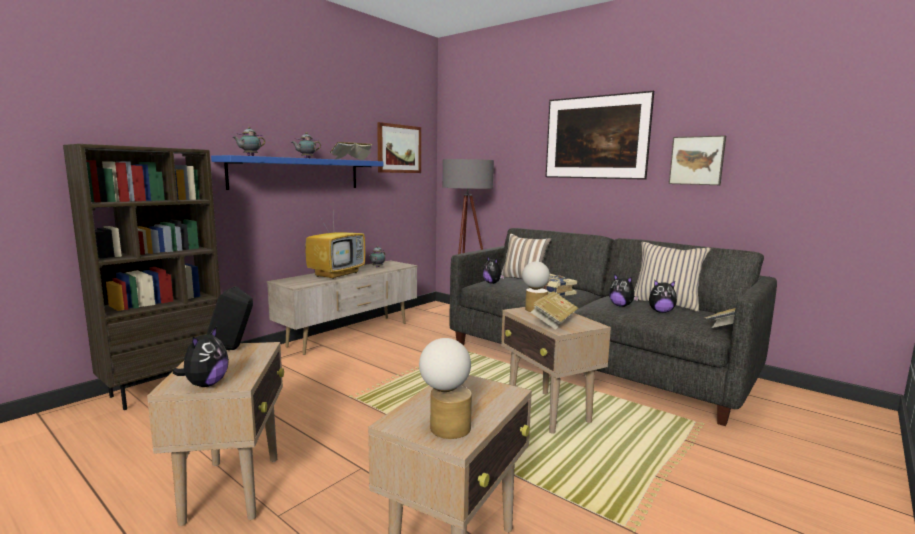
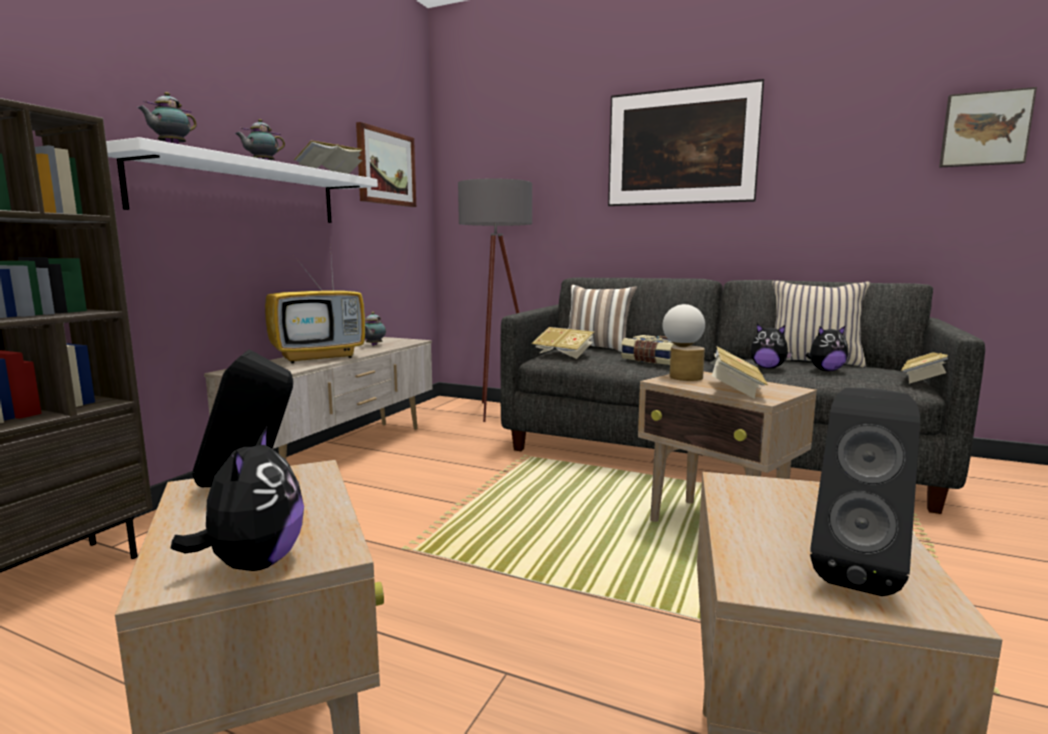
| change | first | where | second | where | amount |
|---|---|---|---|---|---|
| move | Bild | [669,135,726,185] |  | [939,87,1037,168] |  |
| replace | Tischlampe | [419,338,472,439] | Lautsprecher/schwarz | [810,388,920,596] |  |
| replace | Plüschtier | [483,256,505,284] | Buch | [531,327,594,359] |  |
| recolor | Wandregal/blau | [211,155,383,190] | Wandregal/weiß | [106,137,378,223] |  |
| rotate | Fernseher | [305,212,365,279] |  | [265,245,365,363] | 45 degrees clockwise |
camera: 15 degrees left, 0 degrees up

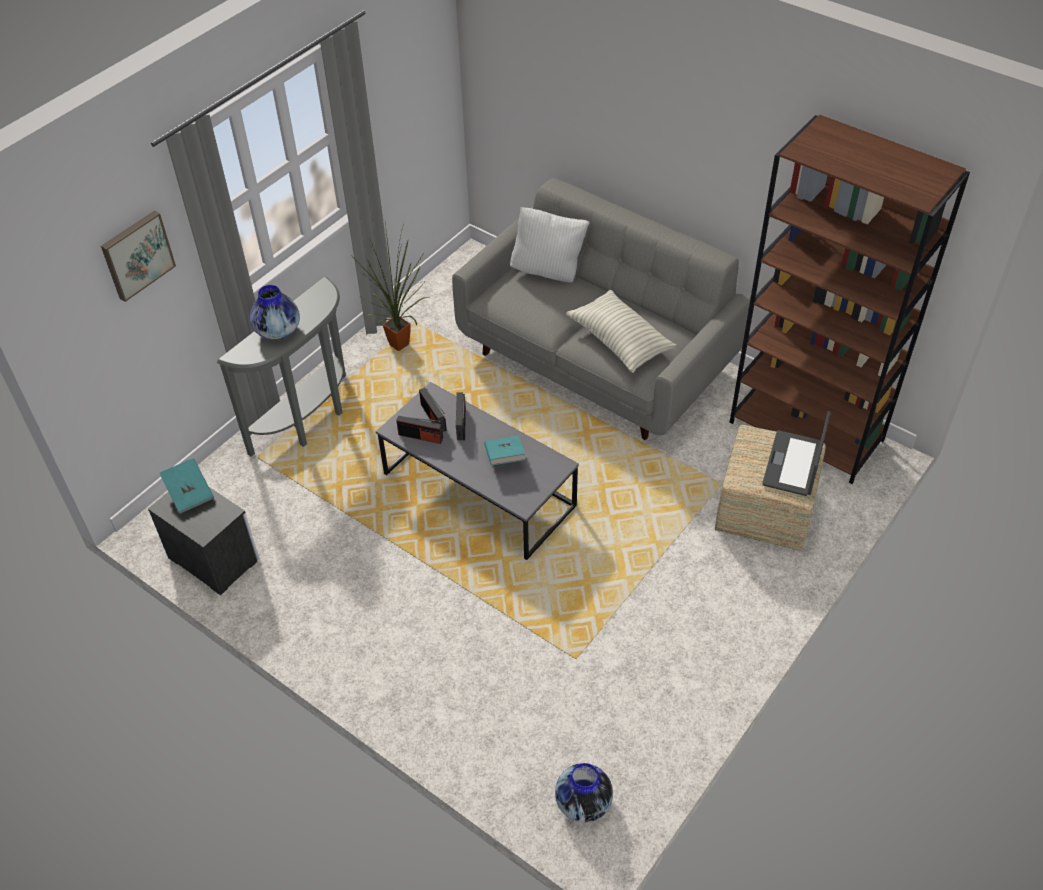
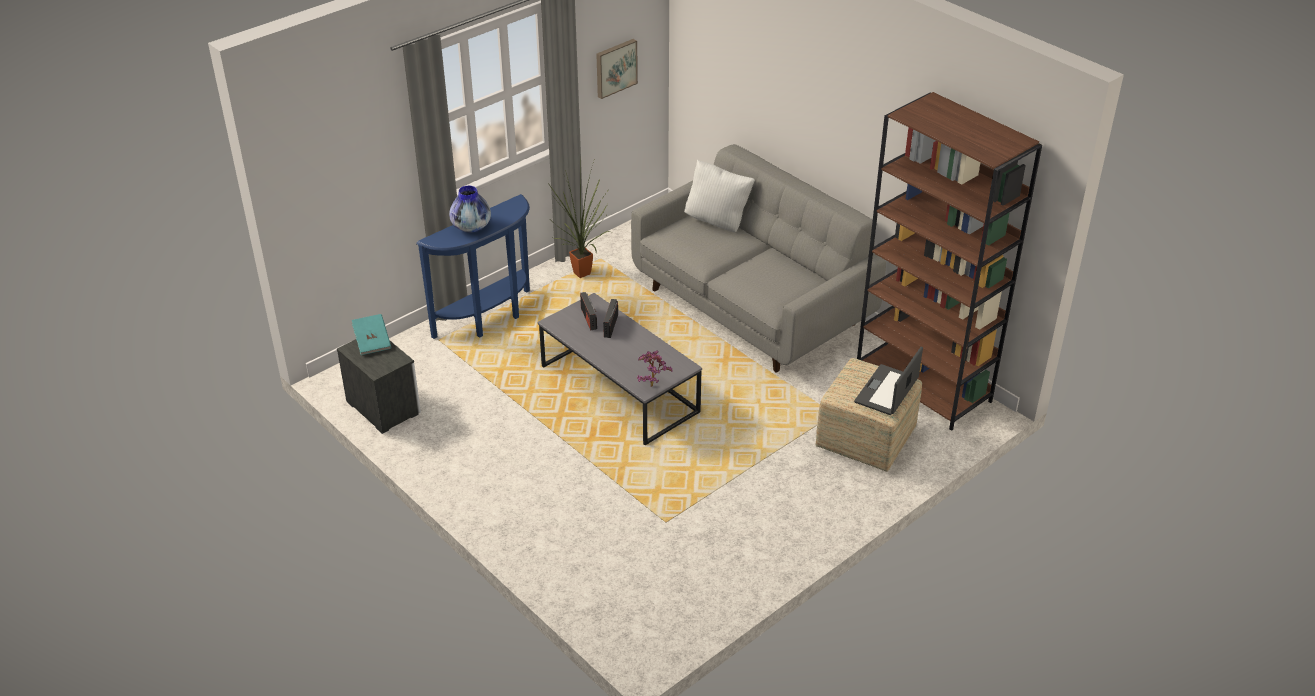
| change | first | where | second | where | amount |
|---|---|---|---|---|---|
| delete | Radio | [396,416,443,444] |  |  |  |
| delete | Buch/türkis | [484,436,526,465] |  |  |  |
| delete | Vase | [555,763,613,823] |  |  |  |
| delete | Kissen | [566,290,677,373] |  |  |  |
| insert |  |  | Topfpflanze | [637,350,673,387] |  |
| move | Bild | [101,211,176,302] |  | [596,39,638,99] |  |
| recolor | Konsolentisch/grau | [217,277,346,457] | Konsolentisch/blau | [416,194,530,339] |  |
camera: 10 degrees right, 10 degrees down

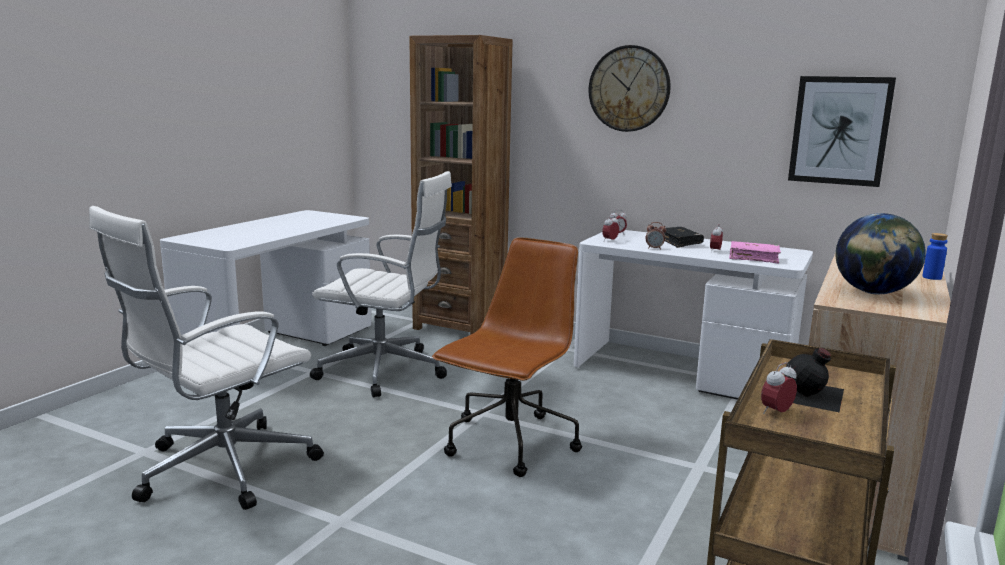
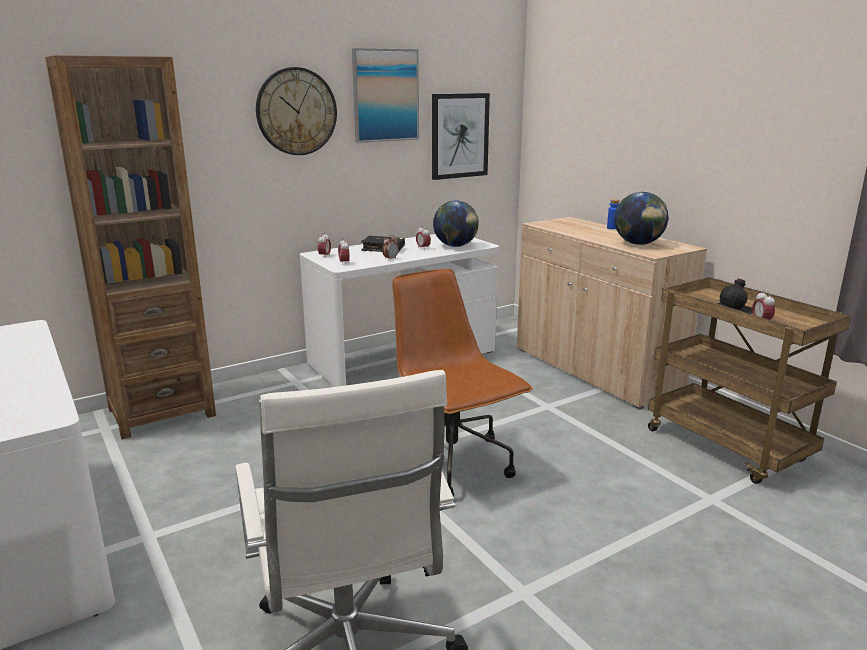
| change | first | where | second | where | amount |
|---|---|---|---|---|---|
| delete | Bürostuhl/weiß | [310,171,452,397] |  |  |  |
| insert |  |  | Bild | [352,48,419,143] |  |
| replace | Buch/rosa | [729,241,781,264] | Globus | [433,200,479,247] |  |
camera: 60 degrees left, 5 degrees up

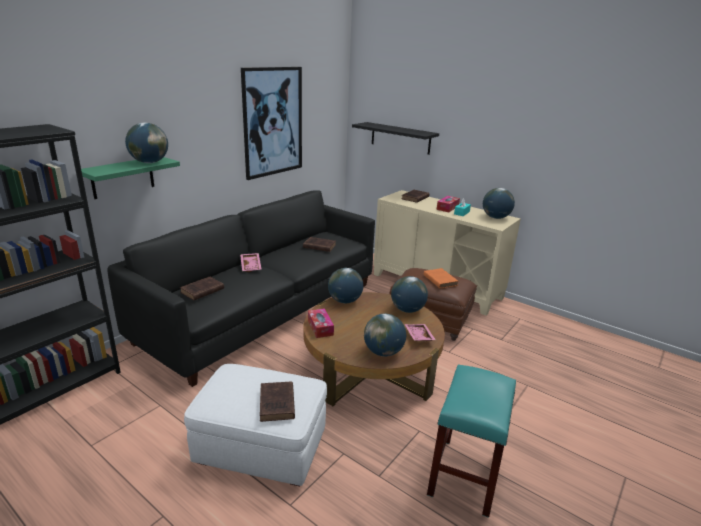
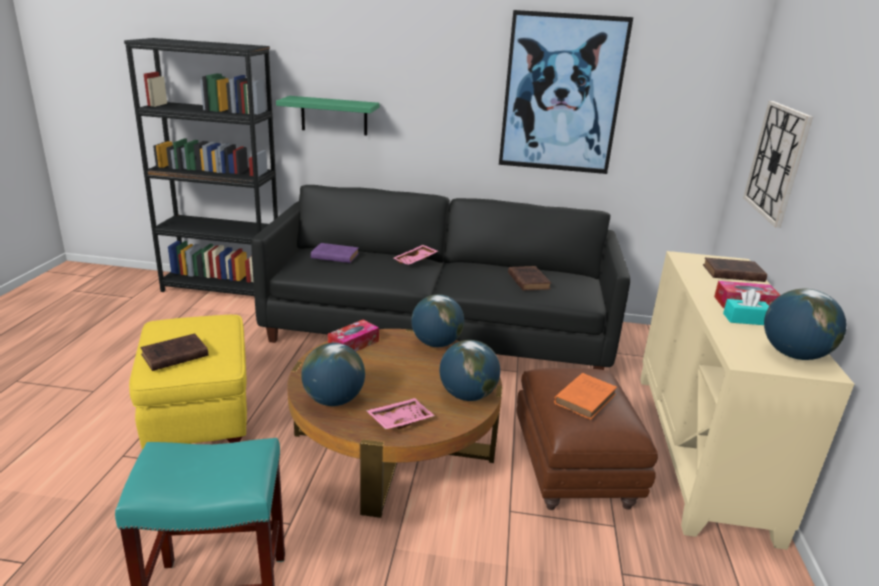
| change | first | where | second | where | amount |
|---|---|---|---|---|---|
| delete | Globus | [125,123,168,163] |  |  |  |
| replace | Wandregal/schwarz | [352,122,439,155] | Wanduhr | [743,101,813,228] |  |
| recolor | Buch/braun | [180,276,224,300] | Buch/lila | [311,243,359,263] |  |
| recolor | Polsterhocker/weiß | [184,364,327,486] | Polsterhocker/gelb | [129,315,247,450] |  |
camera: 60 degrees right, 0 degrees up

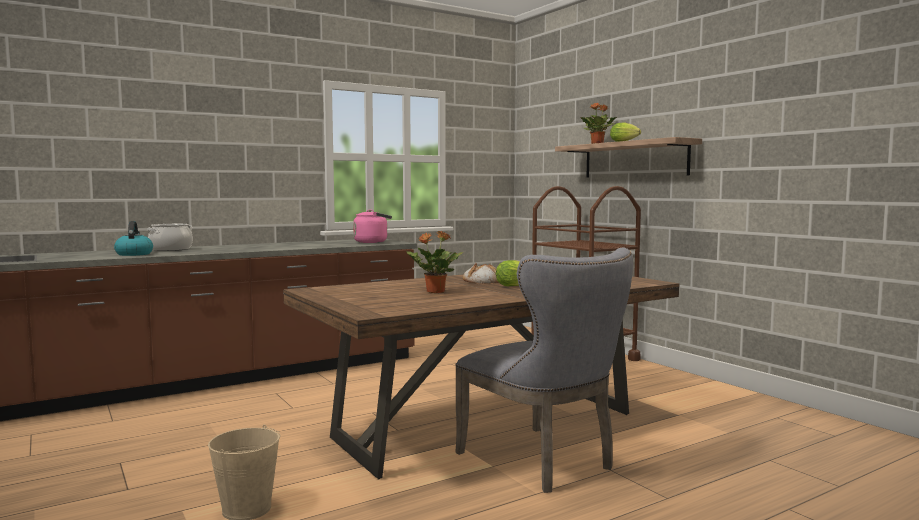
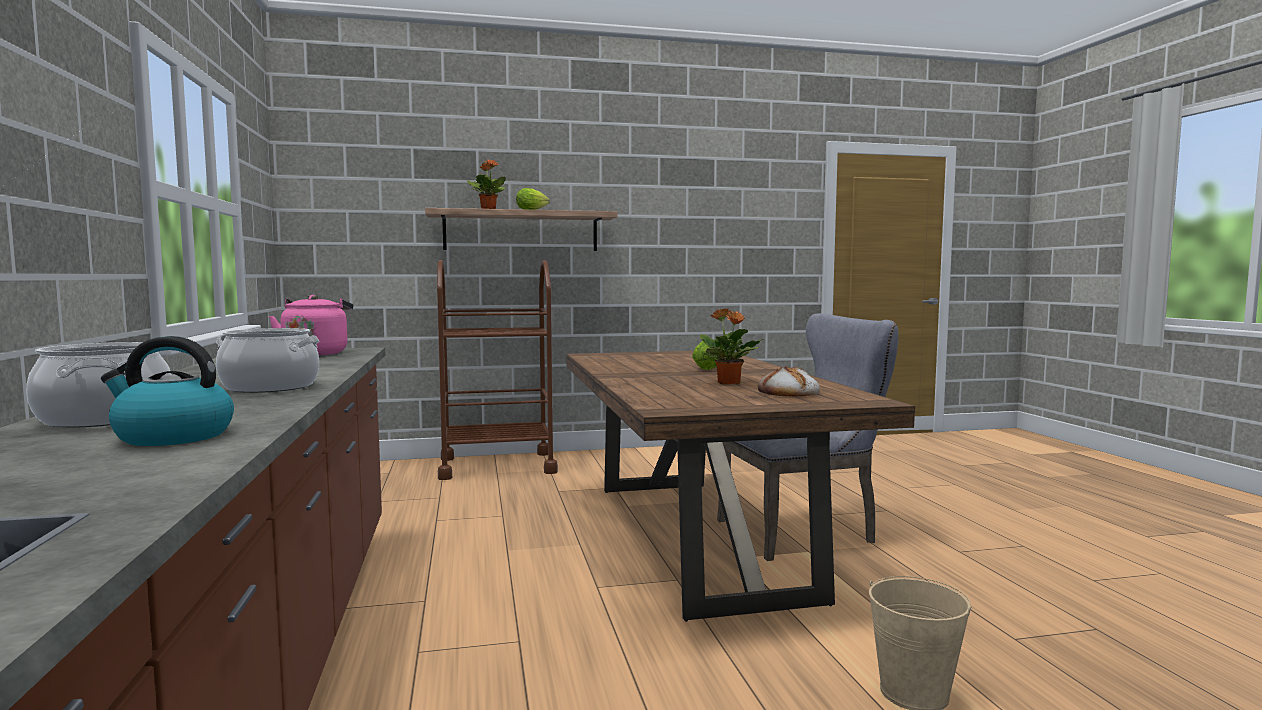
| change | first | where | second | where | amount |
|---|---|---|---|---|---|
| insert |  |  | Kochtopf | [216,328,319,393] |  |
| move | Brot | [463,263,499,284] |  | [758,367,820,397] |  |
camera: 70 degrees left, 0 degrees up

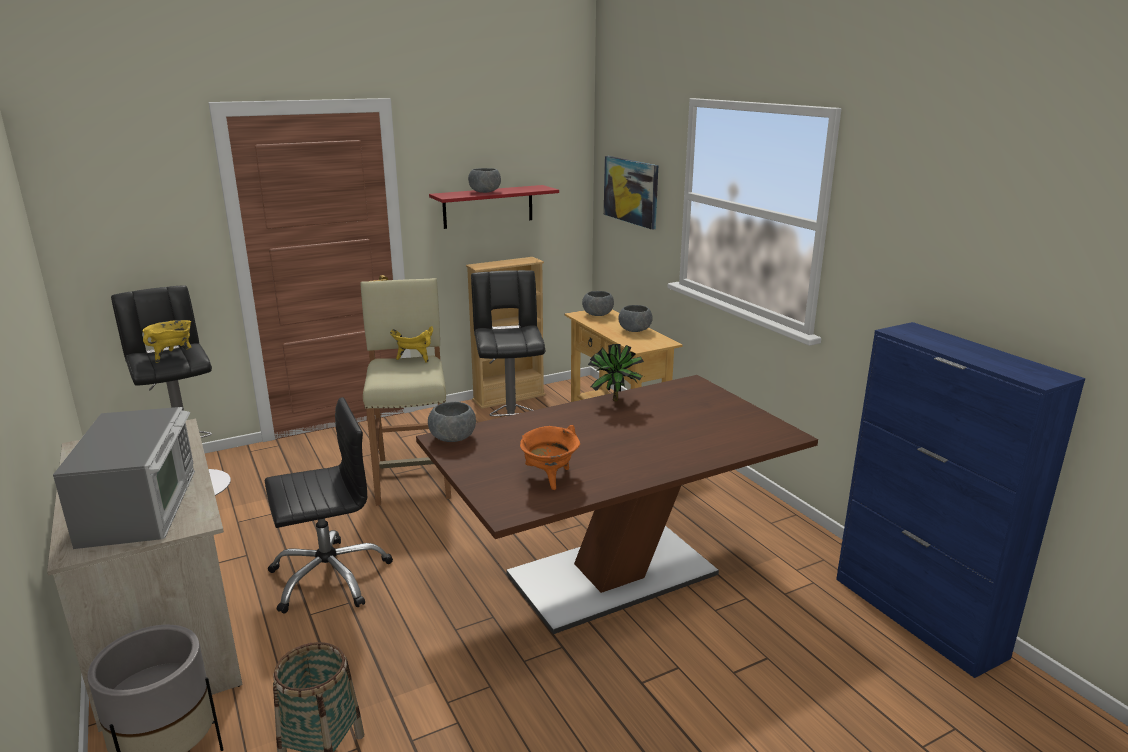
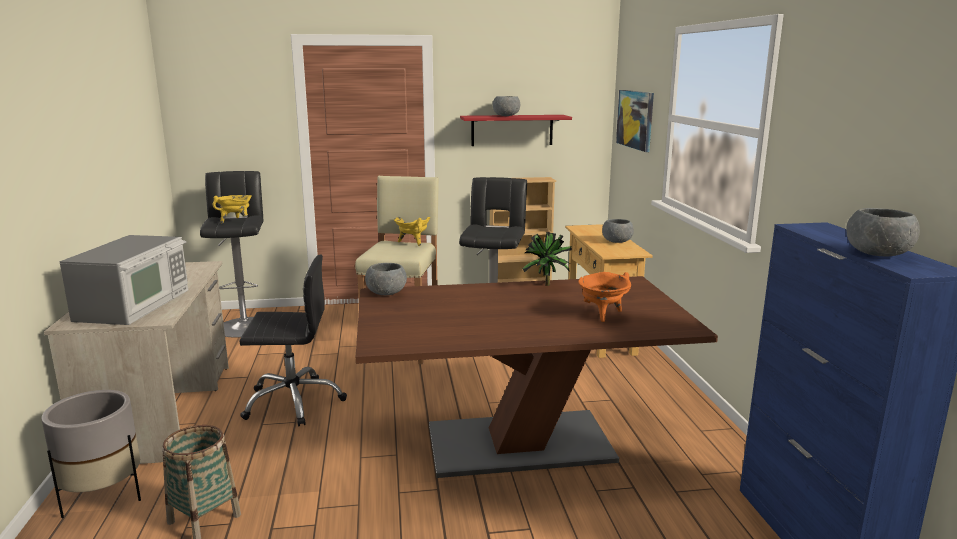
| change | first | where | second | where | amount |
|---|---|---|---|---|---|
| move | Kochtopf/orange | [520,425,580,490] |  | [578,272,631,322] |  |
| move | Schüssel/grau | [582,291,614,316] |  | [846,208,920,256] |  |
camera: 20 degrees right, 5 degrees down

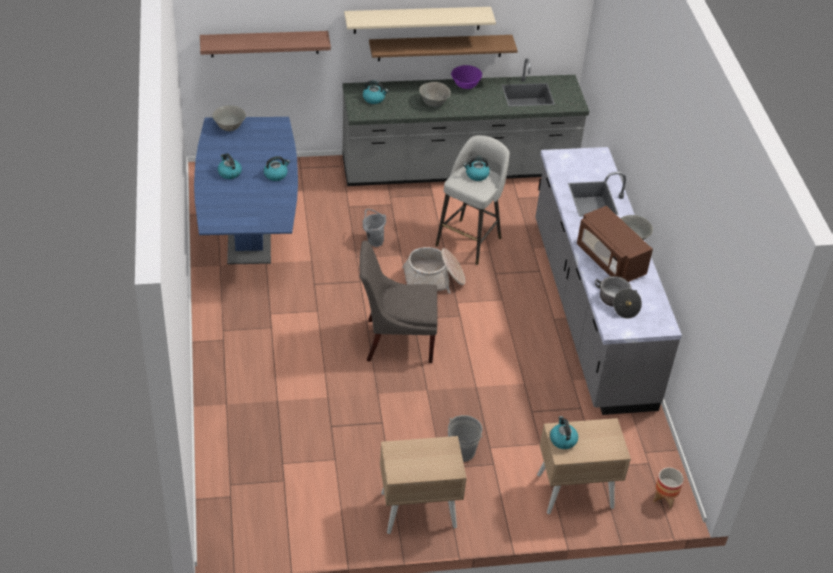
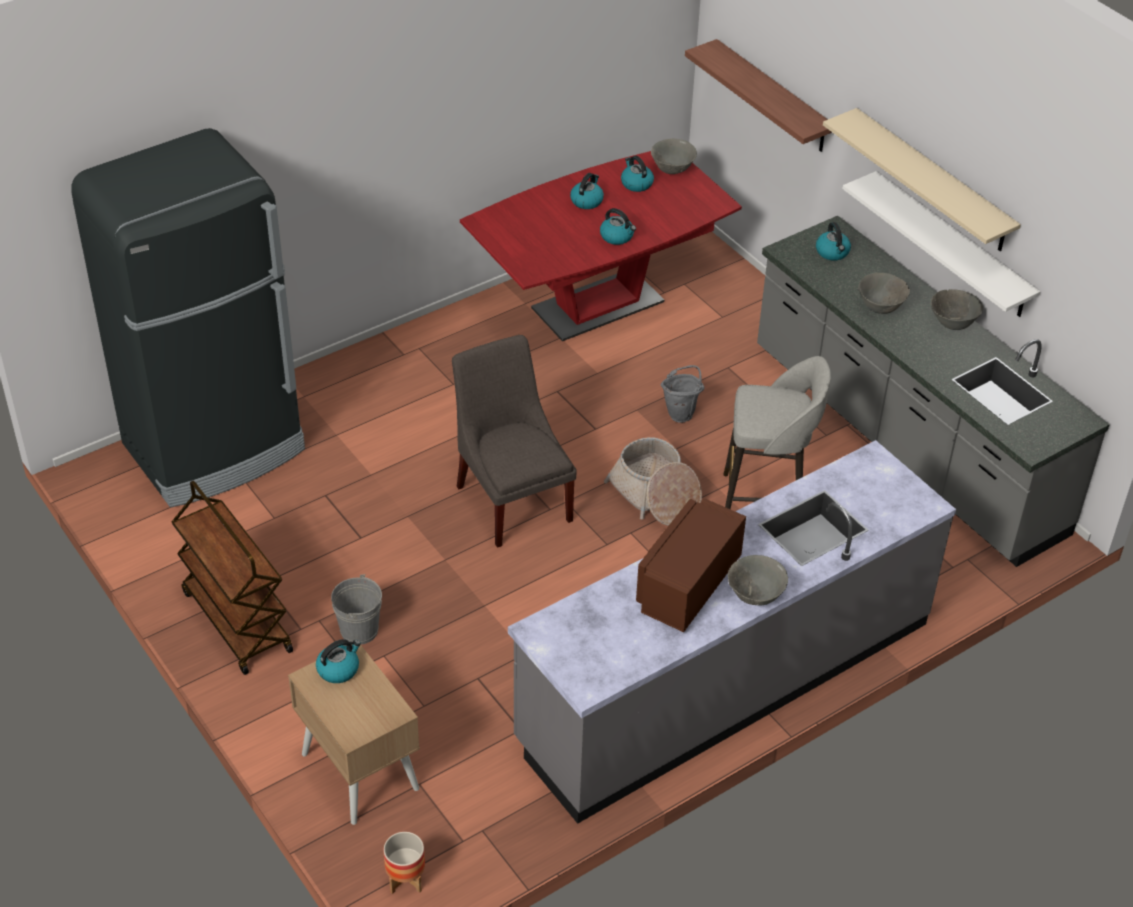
| change | first | where | second | where | amount |
|---|---|---|---|---|---|
| delete | Kochtopf | [595,276,642,319] |  |  |  |
| insert |  |  | Kühlschrank/schwarz | [71,128,305,507] |  |
| move | Wasserkessel | [463,157,490,181] |  | [621,156,654,192] |  |
| replace | Nachttisch/beige | [380,436,467,534] | Rollwagen/braun | [172,481,293,675] |  |
| recolor | Esstisch/blau | [194,117,298,264] | Esstisch/rot | [460,151,742,341] |  |
| recolor | Wandregal/braun | [369,35,518,61] | Wandregal/weiß | [842,171,1040,317] |  |
| recolor | Schüssel/lila | [451,65,482,89] | Schüssel/grau | [931,289,983,330] |  |
camera: 65 degrees right, 0 degrees up

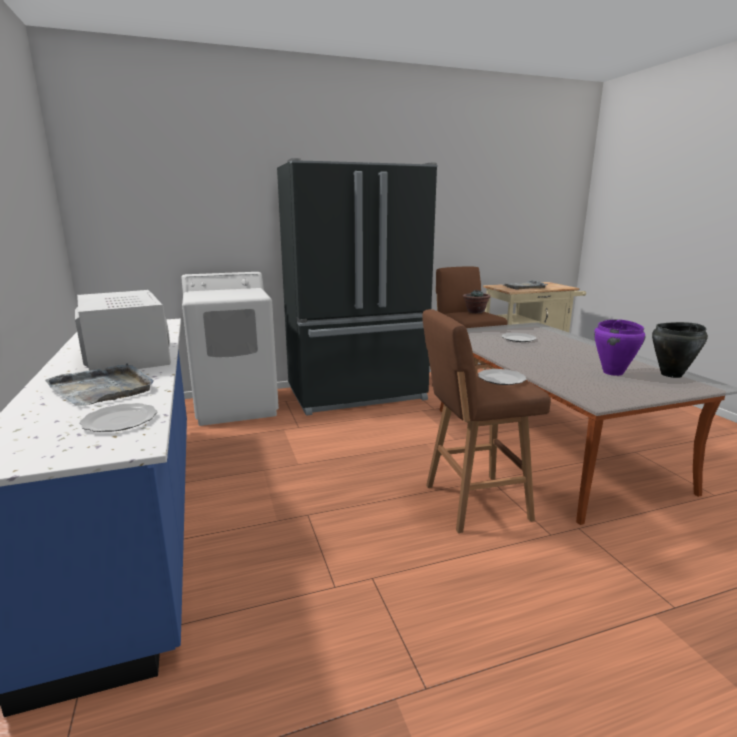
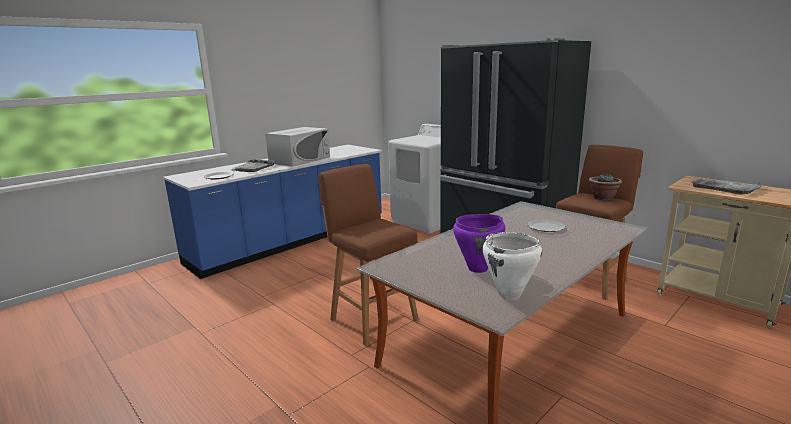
| change | first | where | second | where | amount |
|---|---|---|---|---|---|
| delete | Teller | [478,369,526,385] |  |  |  |
| recolor | Kochtopf/schwarz | [652,322,708,378] | Kochtopf/weiß | [483,232,542,300] |  |
camera: 65 degrees right, 0 degrees up

